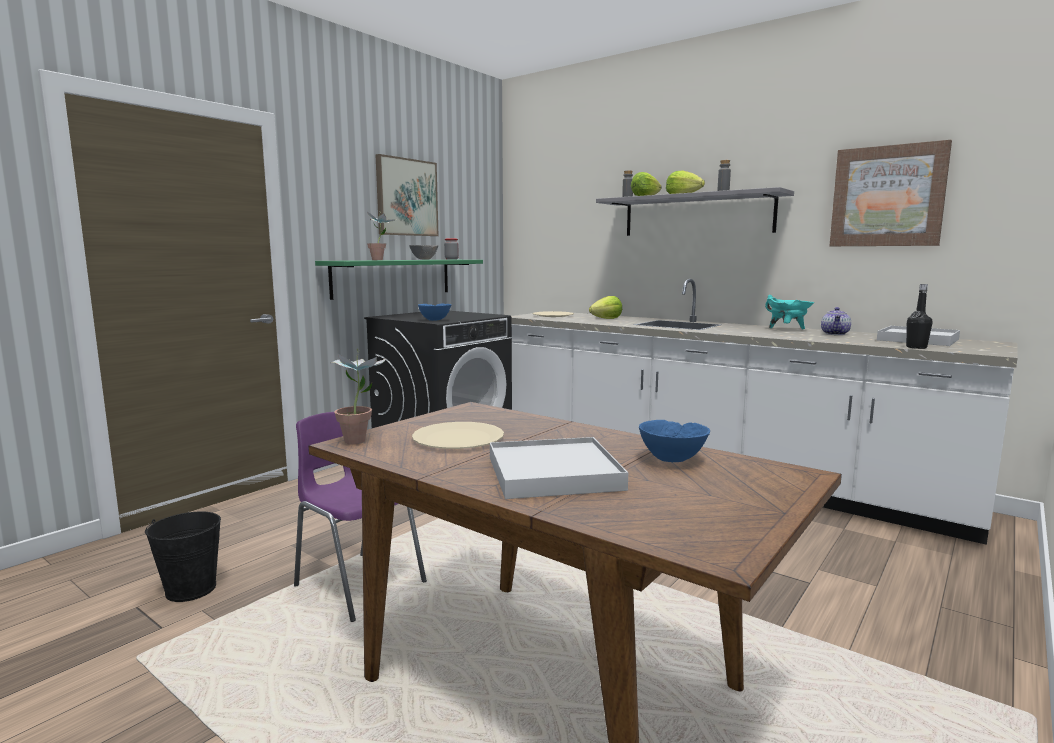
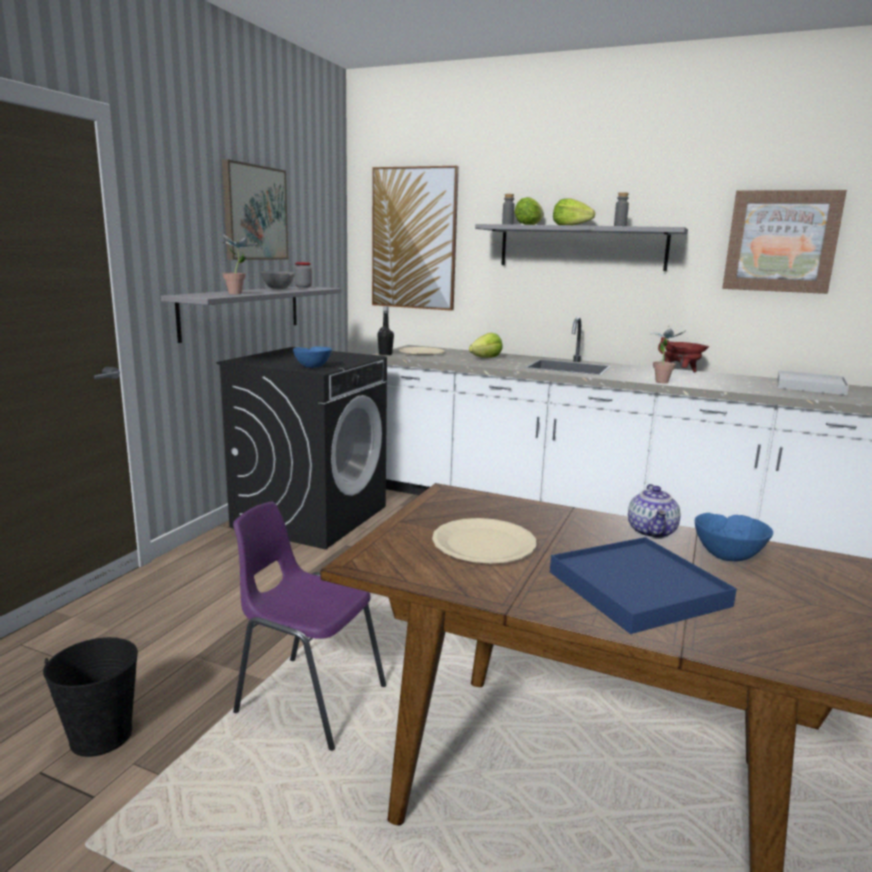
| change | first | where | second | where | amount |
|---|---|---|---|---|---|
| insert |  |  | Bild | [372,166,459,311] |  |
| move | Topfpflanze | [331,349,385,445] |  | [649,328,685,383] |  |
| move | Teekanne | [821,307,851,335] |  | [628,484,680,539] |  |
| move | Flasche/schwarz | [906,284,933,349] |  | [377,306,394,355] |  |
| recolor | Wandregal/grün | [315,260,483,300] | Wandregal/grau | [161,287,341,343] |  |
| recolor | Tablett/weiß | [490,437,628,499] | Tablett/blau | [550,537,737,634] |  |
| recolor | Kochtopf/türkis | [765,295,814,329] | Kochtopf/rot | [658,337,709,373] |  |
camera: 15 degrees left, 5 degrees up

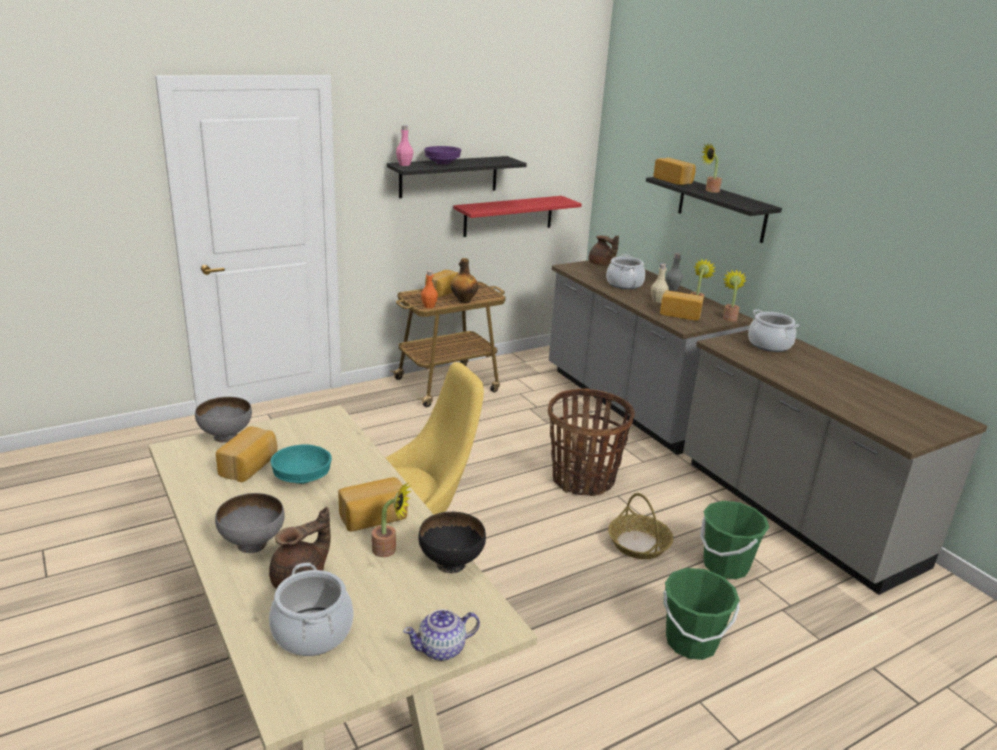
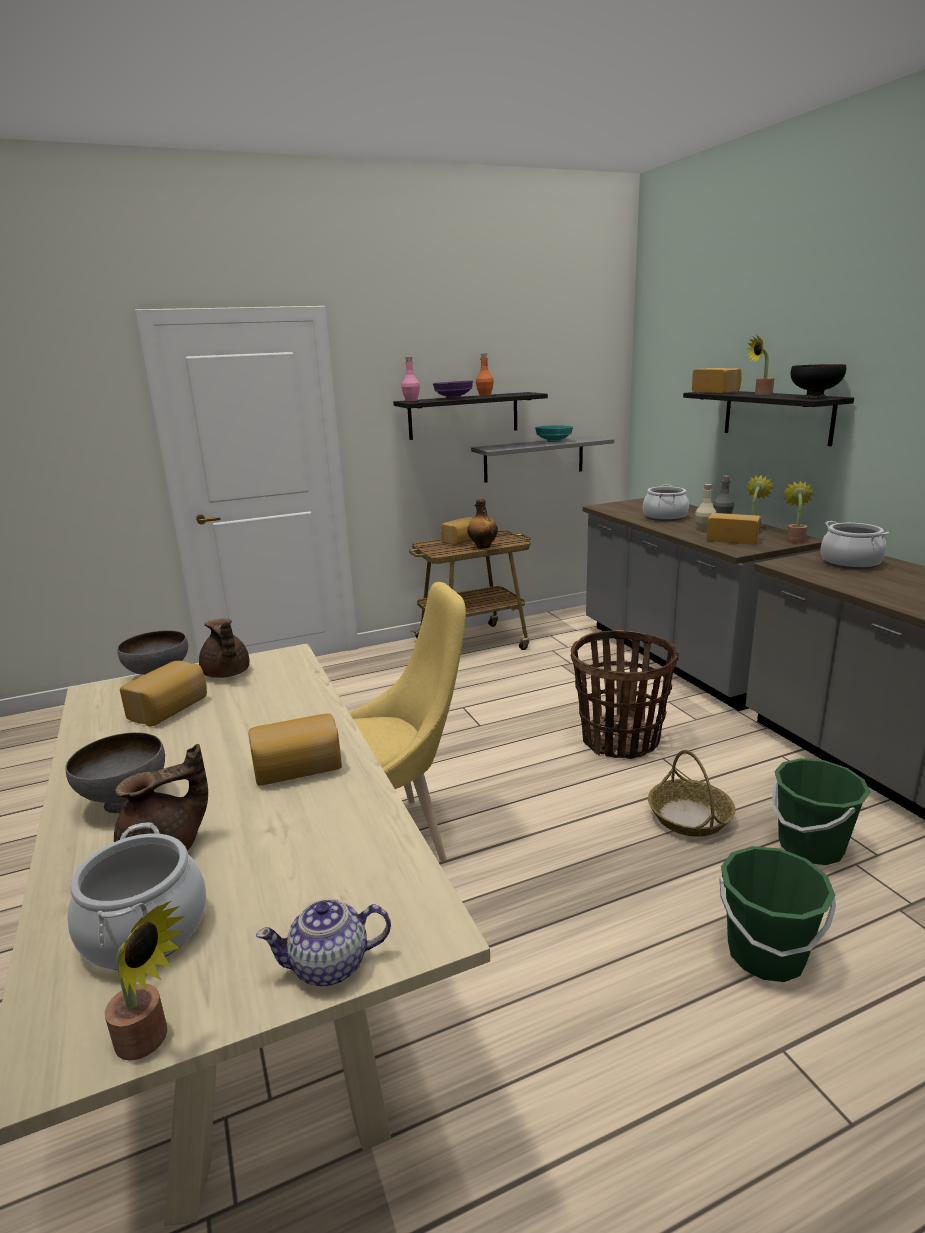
| change | first | where | second | where | amount |
|---|---|---|---|---|---|
| move | Schüssel/türkis | [270,444,332,484] |  | [535,425,573,442] |  |
| move | Topfpflanze | [372,482,411,557] |  | [105,901,185,1061] |  |
| move | Schüssel/schwarz | [419,512,486,573] |  | [791,364,846,398] |  |
| move | Flasche/orange | [421,270,438,308] |  | [476,354,494,396] |  |
| move | Teekanne/braun | [589,236,619,266] |  | [199,619,249,678] |  |
| recolor | Wandregal/rot | [453,196,582,237] | Wandregal/grau | [471,436,614,483] |  |
camera: 10 degrees right, 5 degrees down

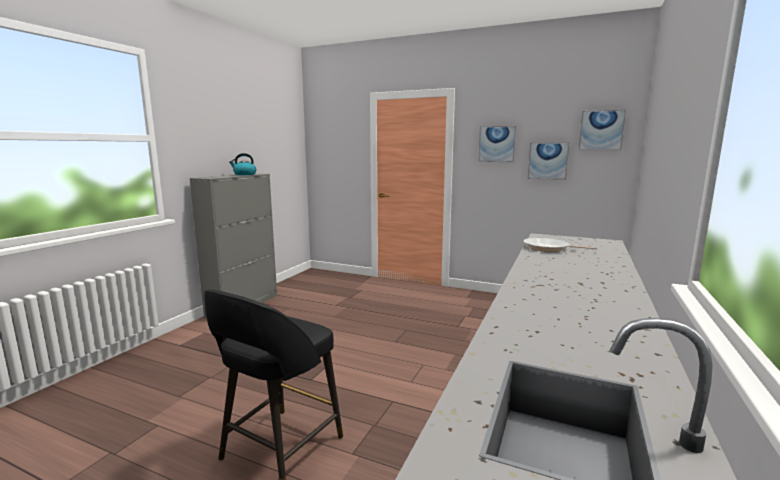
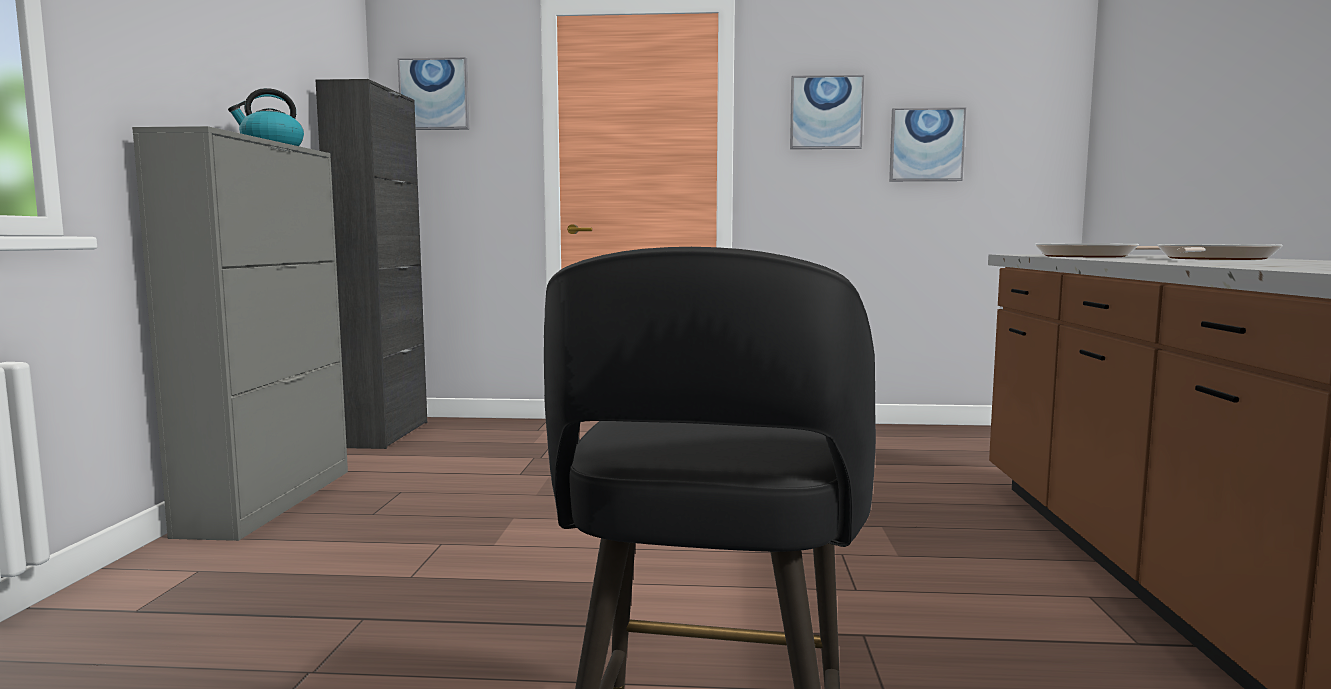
| change | first | where | second | where | amount |
|---|---|---|---|---|---|
| insert |  |  | Schrank/schwarz | [316,79,427,449] |  |
| insert |  |  | Pfanne | [1158,244,1283,260] |  |
| move | Bild | [579,110,626,150] |  | [398,57,469,130] |  |
camera: 20 degrees left, 5 degrees down

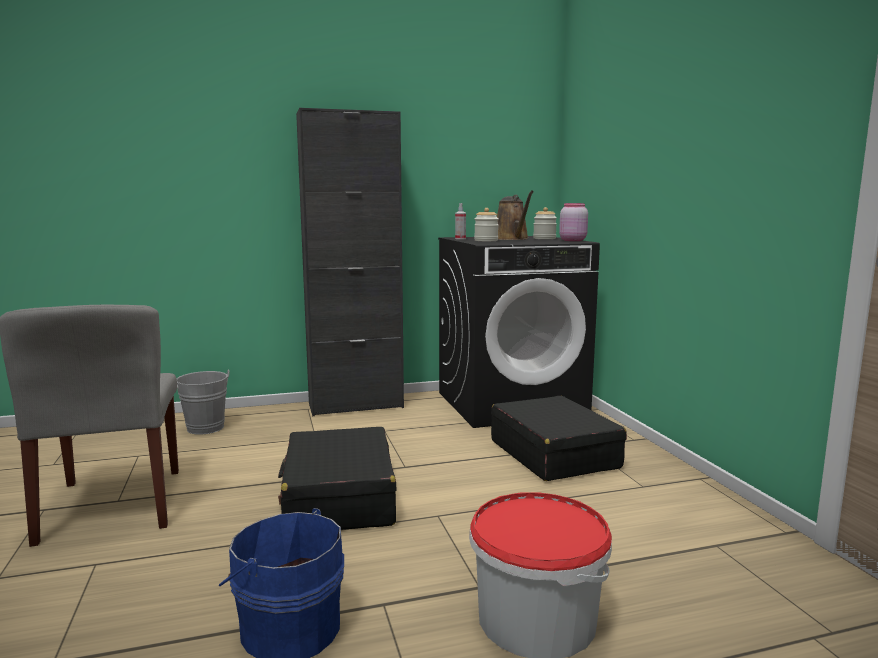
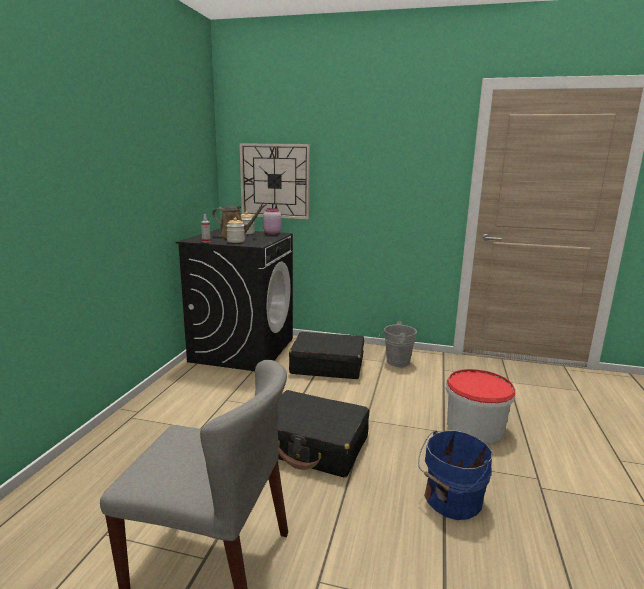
| change | first | where | second | where | amount |
|---|---|---|---|---|---|
| delete | Schrank/schwarz | [296,108,404,416] |  |  |  |
| insert |  |  | Wanduhr | [239,143,310,219] |  |
| move | Eimer/grau | [176,370,229,434] |  | [378,321,417,367] |  |
camera: 60 degrees left, 5 degrees up

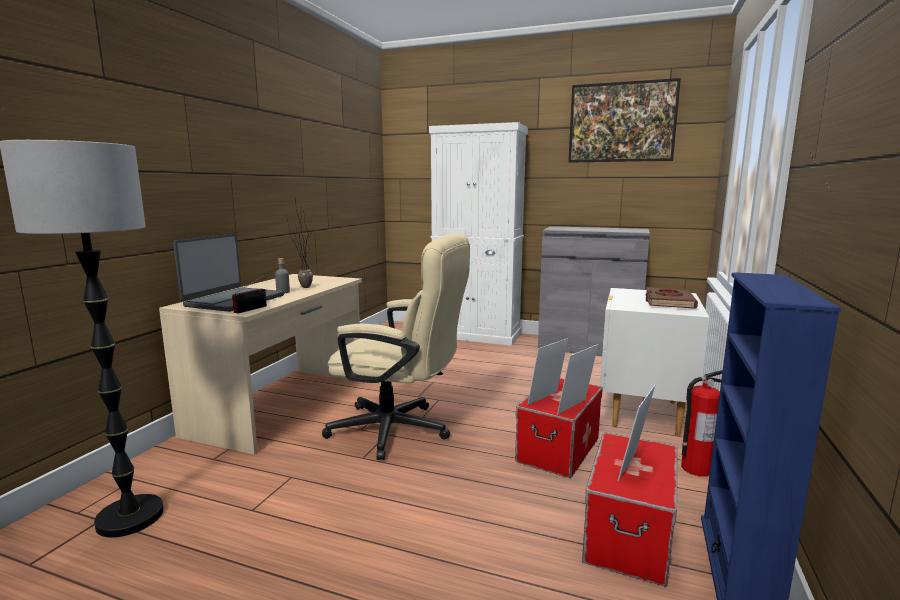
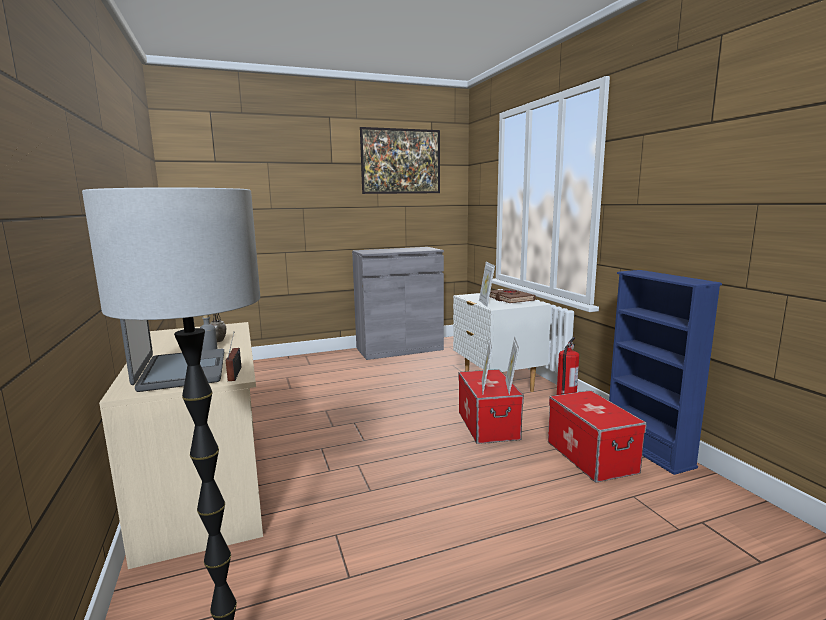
| change | first | where | second | where | amount |
|---|---|---|---|---|---|
| delete | Bürostuhl/beige | [322,234,470,460] |  |  |  |
| delete | Schrank/weiß | [429,122,528,346] |  |  |  |
| move | Bilderrahmen | [618,385,655,481] |  | [479,262,495,307] |  |
camera: 40 degrees left, 0 degrees up

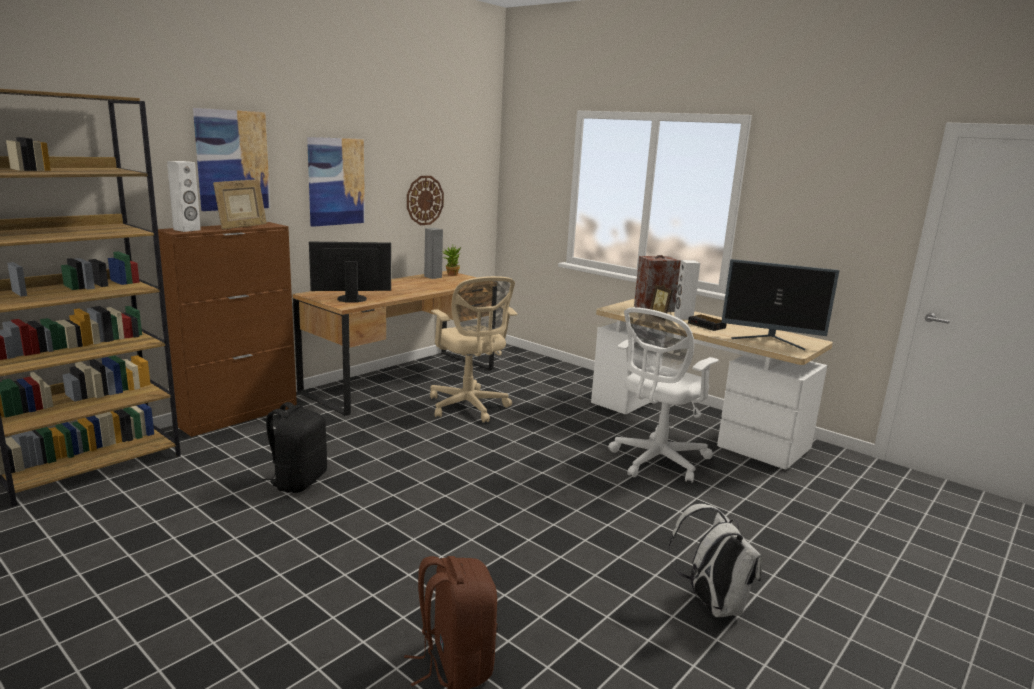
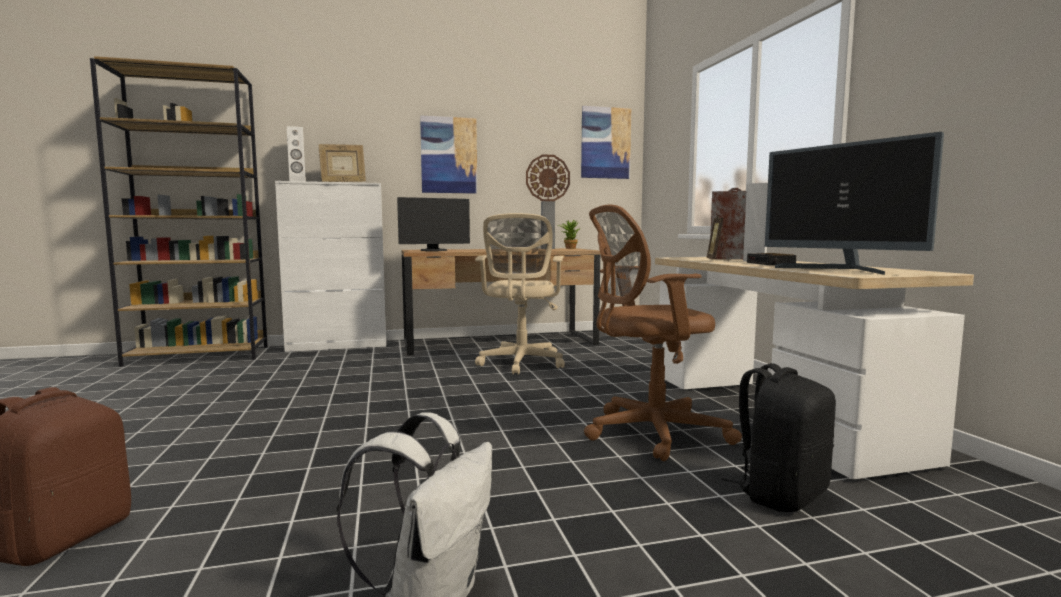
| change | first | where | second | where | amount |
|---|---|---|---|---|---|
| move | Bild | [193,108,270,211] |  | [581,106,631,179] |  |
| move | Rucksack/schwarz | [262,402,327,493] |  | [722,363,836,512] |  |
| recolor | Schrank/braun | [158,222,297,437] | Schrank/weiß | [275,181,386,352] |  |
| recolor | Bürostuhl/weiß | [608,307,718,483] | Bürostuhl/braun | [584,205,742,461] |  |
| rotate | Monitor | [309,242,391,302] |  | [397,197,470,251] | 135 degrees clockwise |
camera: 35 degrees right, 10 degrees down

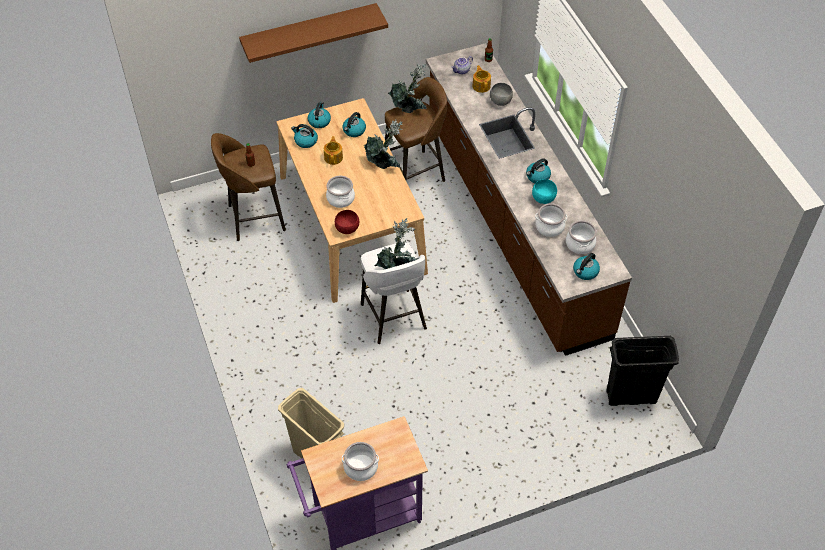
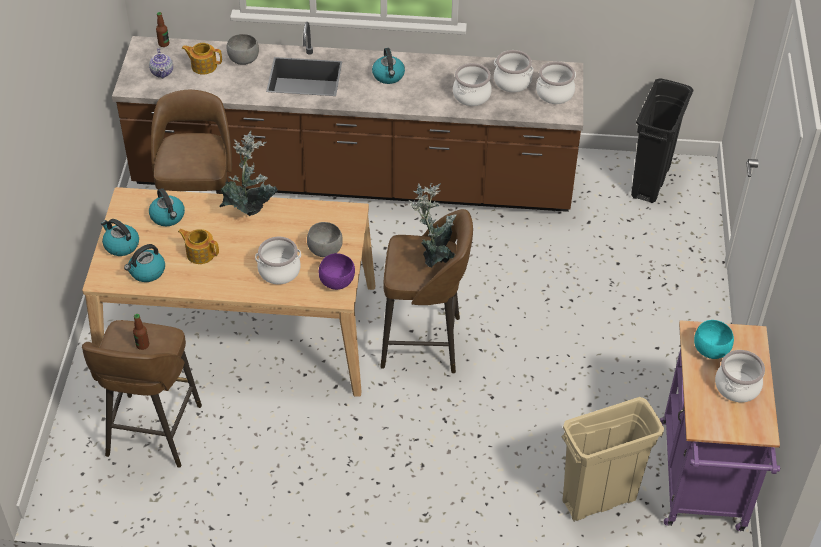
| change | first | where | second | where | amount |
|---|---|---|---|---|---|
| delete | Wandregal/braun | [239,3,388,63] |  |  |  |
| delete | Topfpflanze | [388,63,426,113] |  |  |  |
| insert |  |  | Schüssel/grau | [307,222,343,257] |  |
| move | Schüssel/türkis | [532,179,557,204] |  | [694,320,734,359] |  |
| replace | Wasserkessel | [573,253,600,280] | Kochtopf | [536,61,576,104] |  |
| recolor | Schüssel/rot | [335,210,359,234] | Schüssel/lila | [319,253,355,290] |  |
| recolor | Hocker/weiß | [361,242,427,344] | Hocker/braun | [380,209,473,373] |  |
camera: 65 degrees left, 5 degrees down

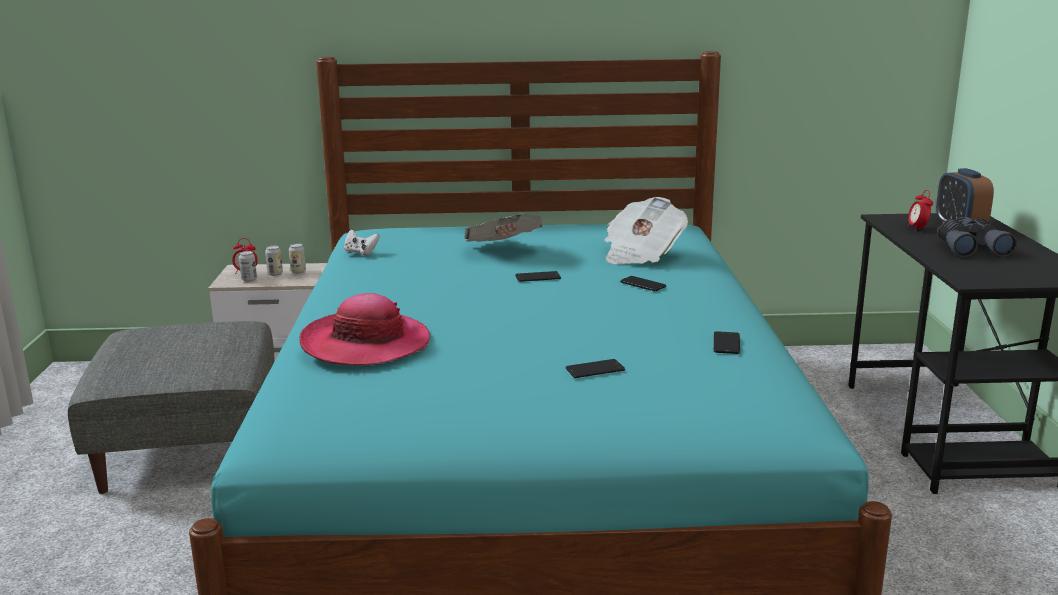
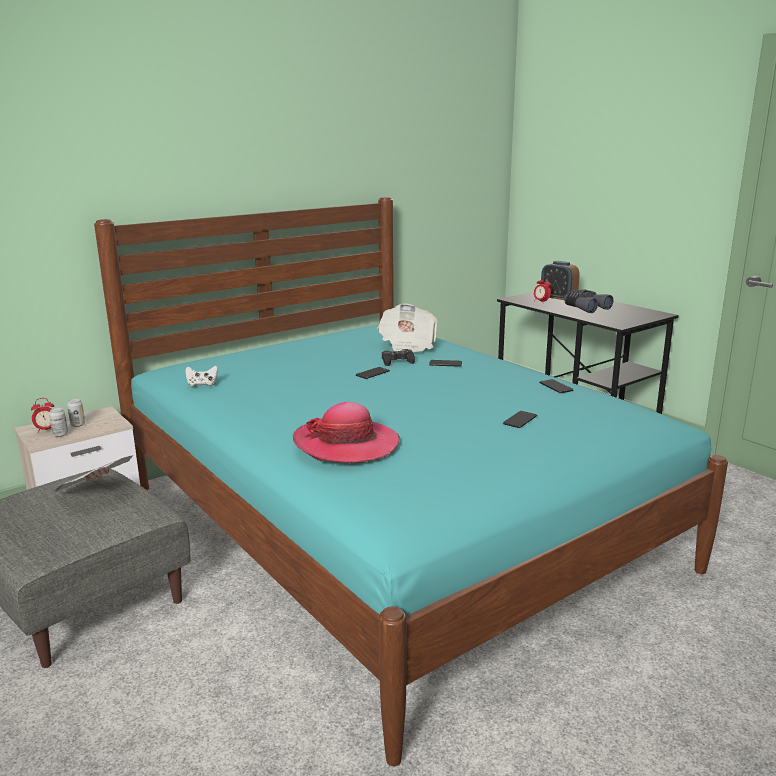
| change | first | where | second | where | amount |
|---|---|---|---|---|---|
| delete | Dose | [289,244,306,274] |  |  |  |
| insert |  |  | Gamepad/schwarz | [382,349,415,366] |  |
| move | Zeitung | [464,214,543,242] |  | [54,455,134,492] |  |
camera: 35 degrees left, 0 degrees up

